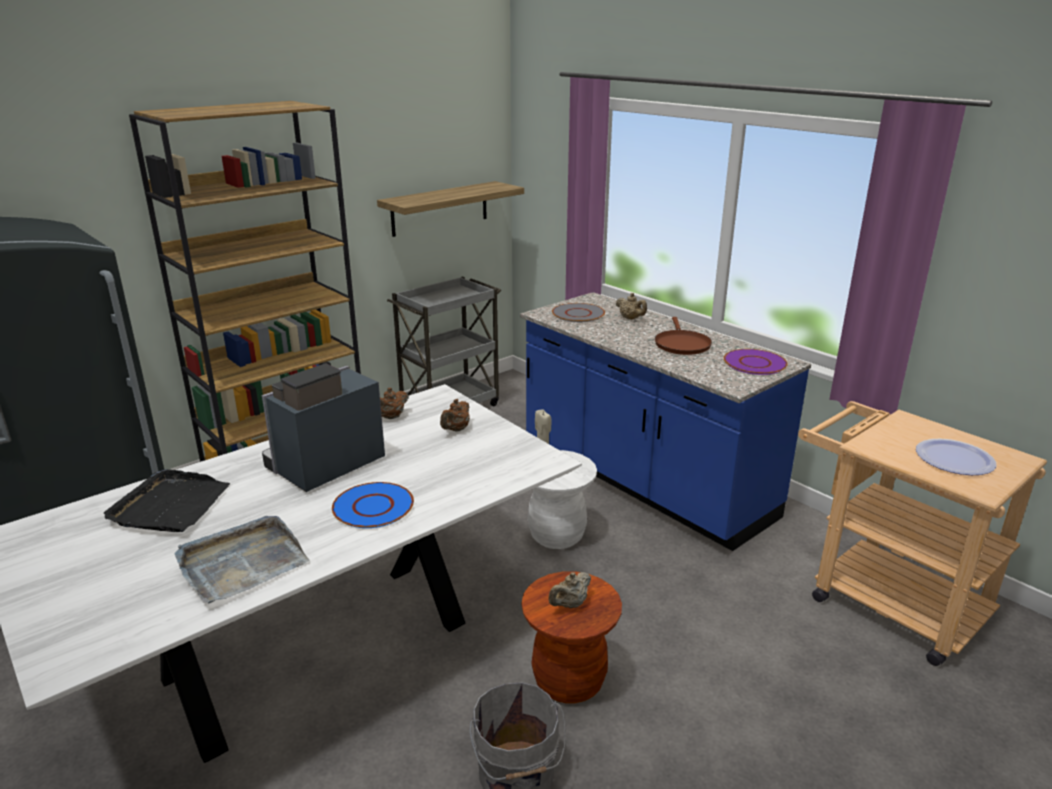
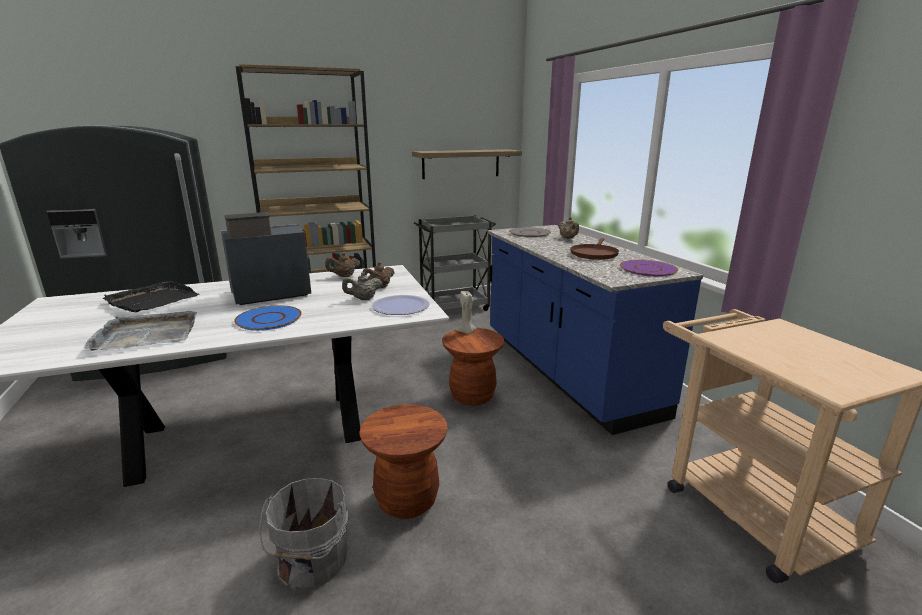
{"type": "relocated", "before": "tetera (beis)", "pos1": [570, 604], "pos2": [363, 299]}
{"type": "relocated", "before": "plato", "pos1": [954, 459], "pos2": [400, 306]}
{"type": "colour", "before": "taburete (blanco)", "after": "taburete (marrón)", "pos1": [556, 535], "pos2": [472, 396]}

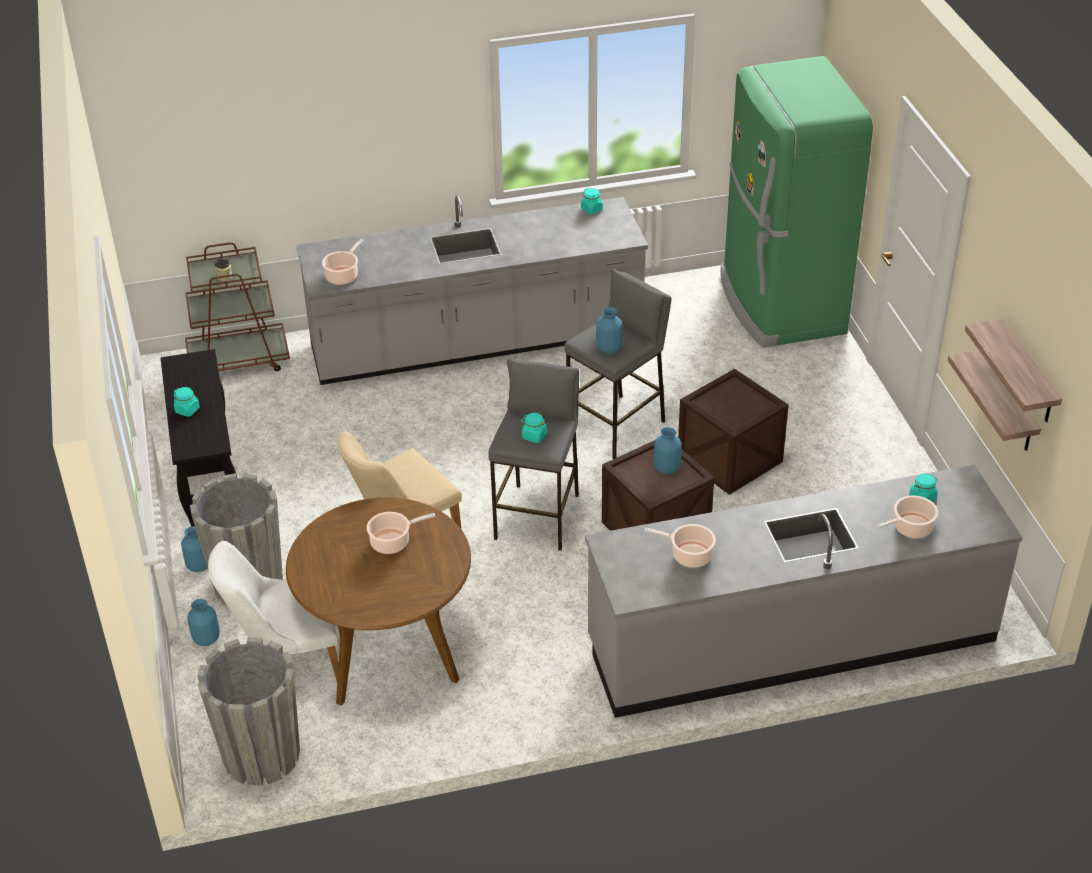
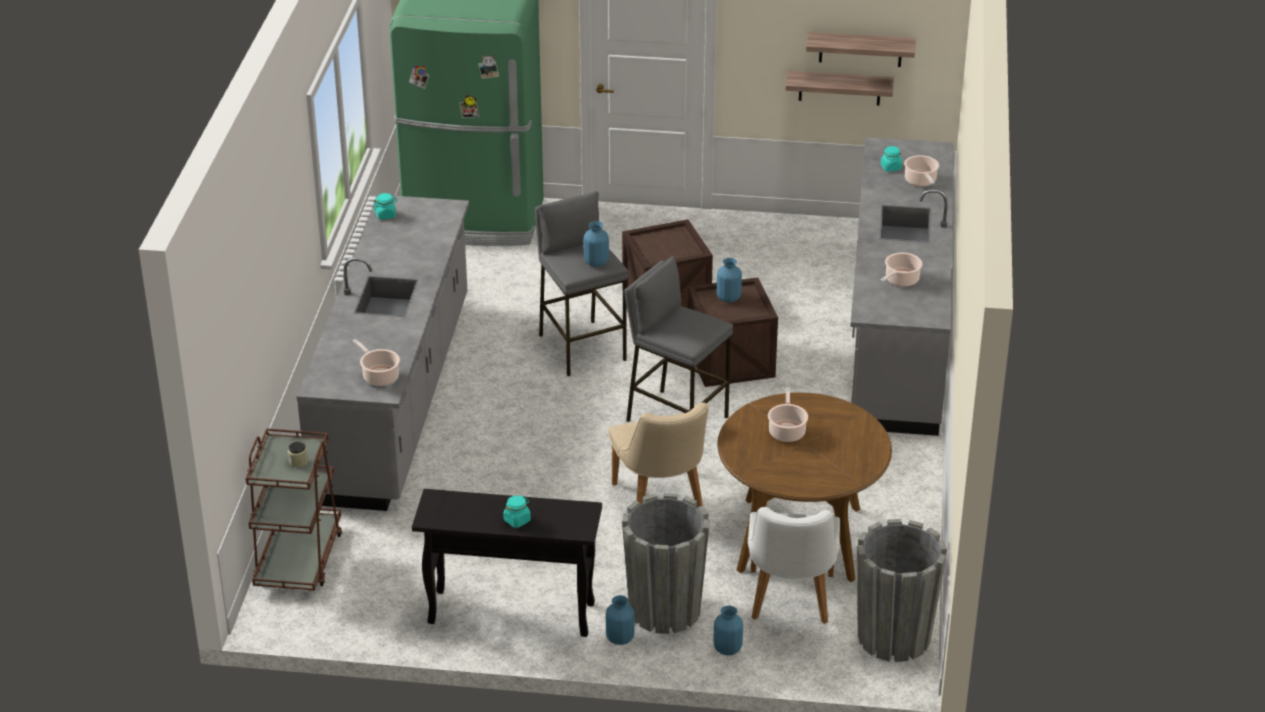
{"type": "missing", "before": "tarro (turquesa)", "pos1": [534, 436]}

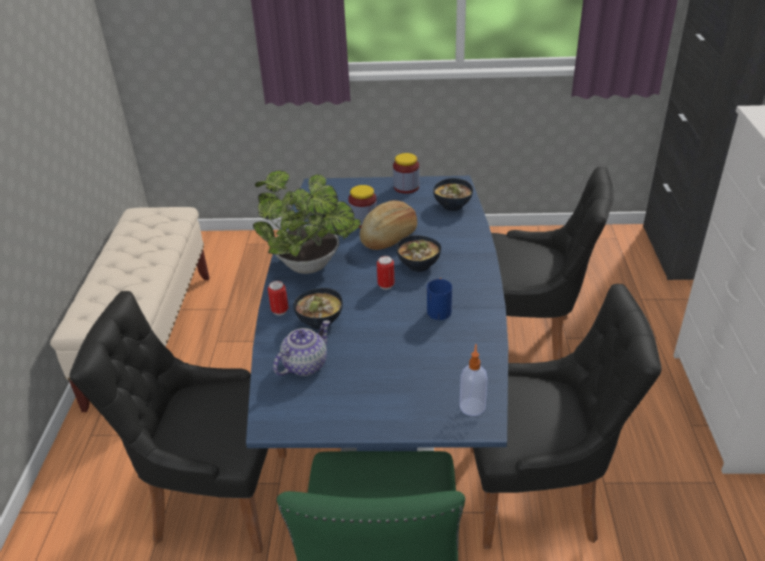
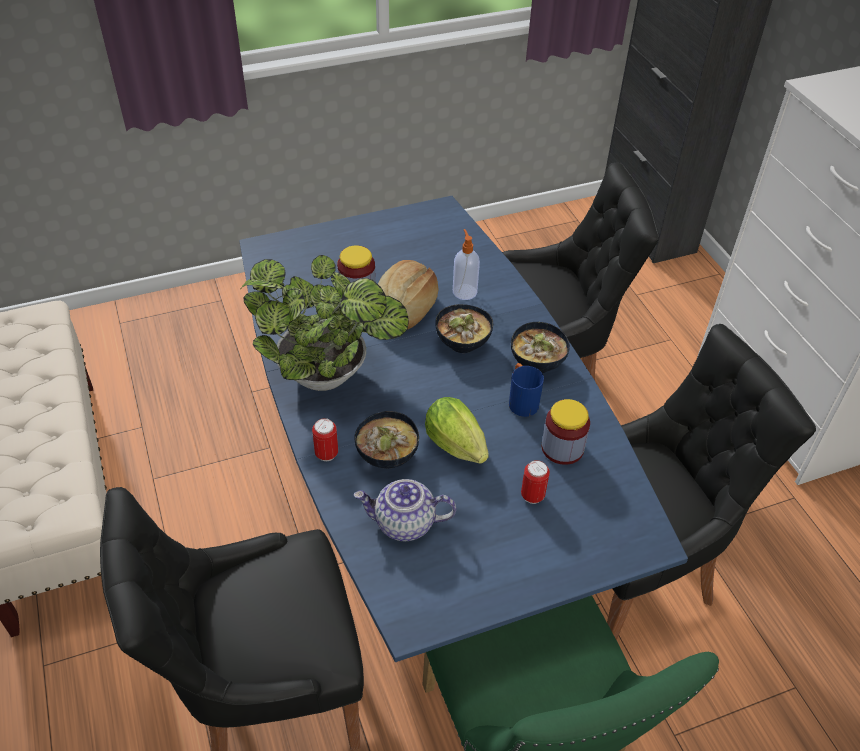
{"type": "spun", "before": "tetera", "pos1": [305, 364], "pos2": [404, 524], "turn": -105}
{"type": "appeared", "after": "lechuga", "pos2": [458, 448]}
{"type": "relocated", "before": "dispensador de jabón", "pos1": [472, 406], "pos2": [464, 291]}
{"type": "relocated", "before": "cuenco", "pos1": [453, 205], "pos2": [538, 362]}
{"type": "relocated", "before": "lata", "pos1": [386, 285], "pos2": [532, 496]}
{"type": "relocated", "before": "tarro", "pos1": [406, 187], "pos2": [562, 448]}

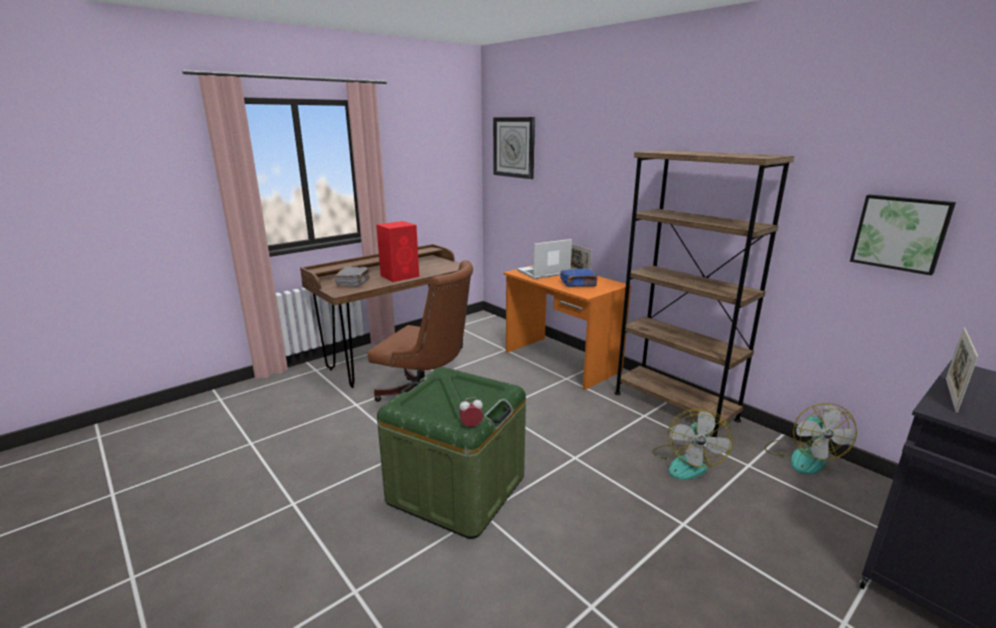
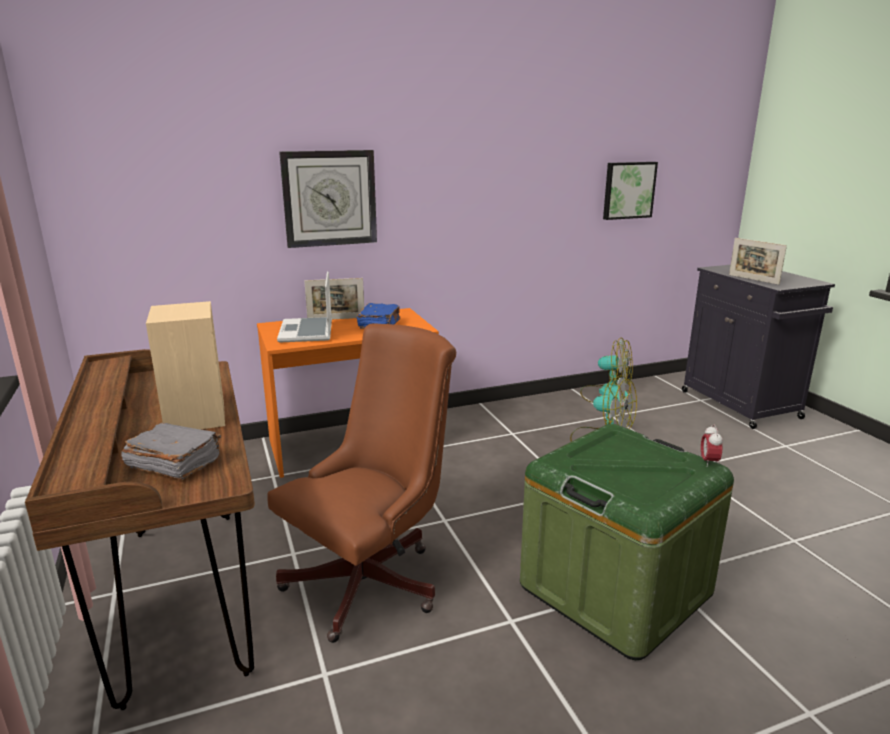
{"type": "colour", "before": "altavoz (rojo)", "after": "altavoz (beis)", "pos1": [400, 276], "pos2": [195, 416]}
{"type": "relocated", "before": "reloj de pared", "pos1": [514, 147], "pos2": [329, 198]}
{"type": "missing", "before": "estantería (marrón)", "pos1": [674, 406]}

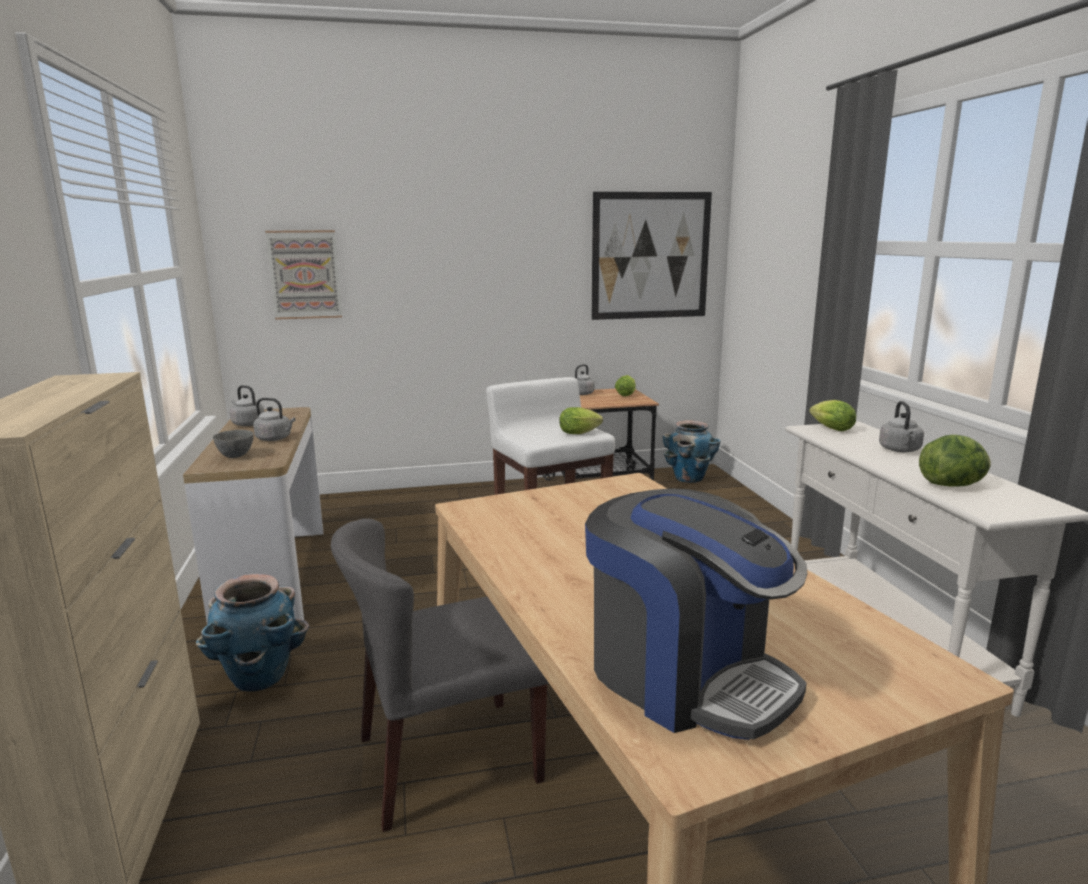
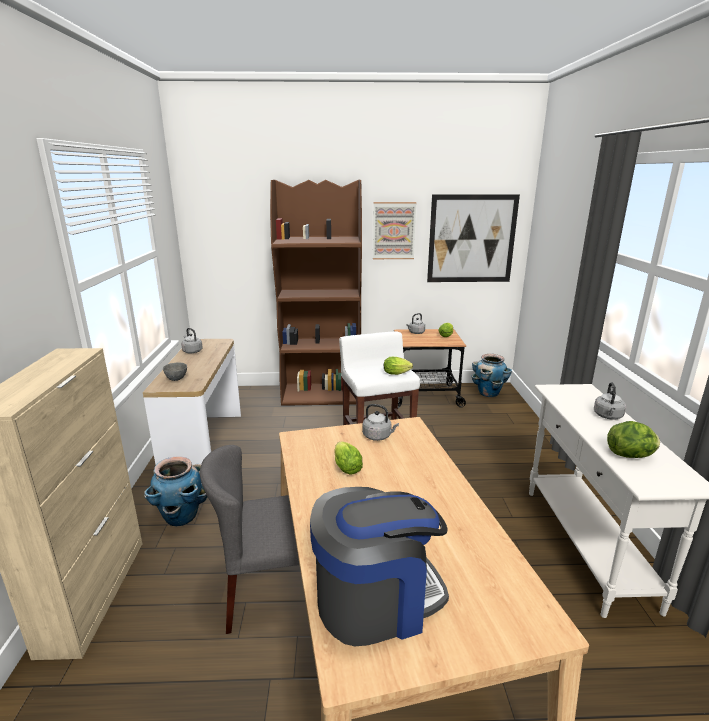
{"type": "appeared", "after": "estantería (marrón)", "pos2": [322, 394]}
{"type": "spun", "before": "cafetera", "pos1": [686, 676], "pos2": [376, 599], "turn": -75}
{"type": "relocated", "before": "lechuga", "pos1": [829, 428], "pos2": [346, 467]}
{"type": "relocated", "before": "hervidor (gris)", "pos1": [275, 439], "pos2": [378, 436]}
{"type": "relocated", "before": "cuadro", "pos1": [305, 275], "pos2": [393, 231]}

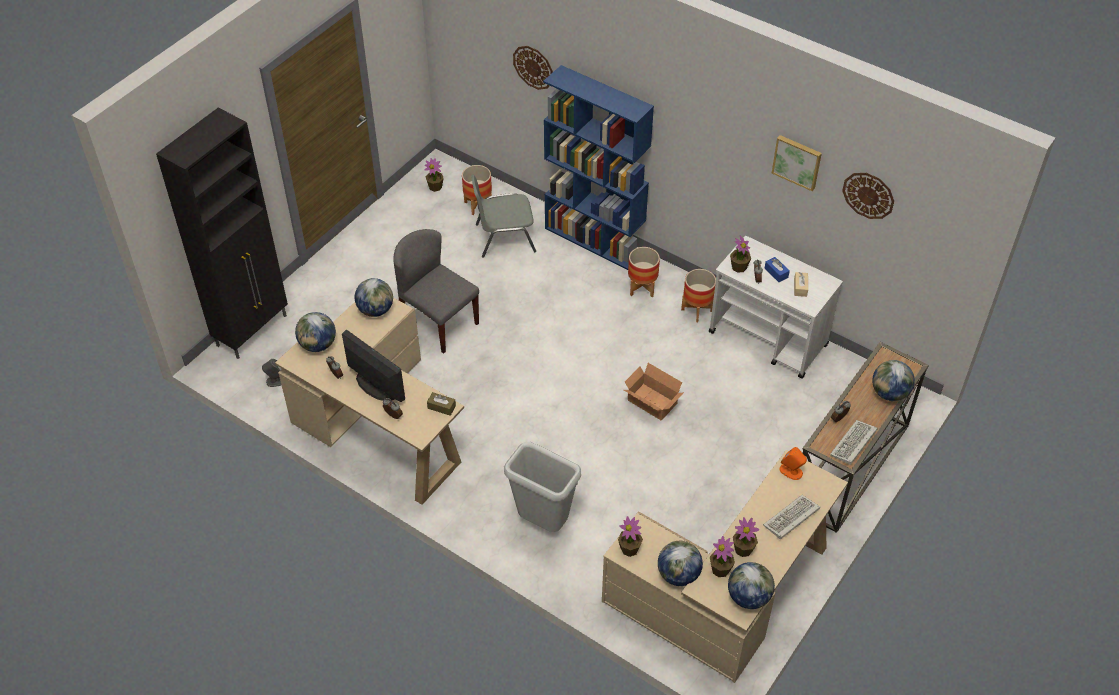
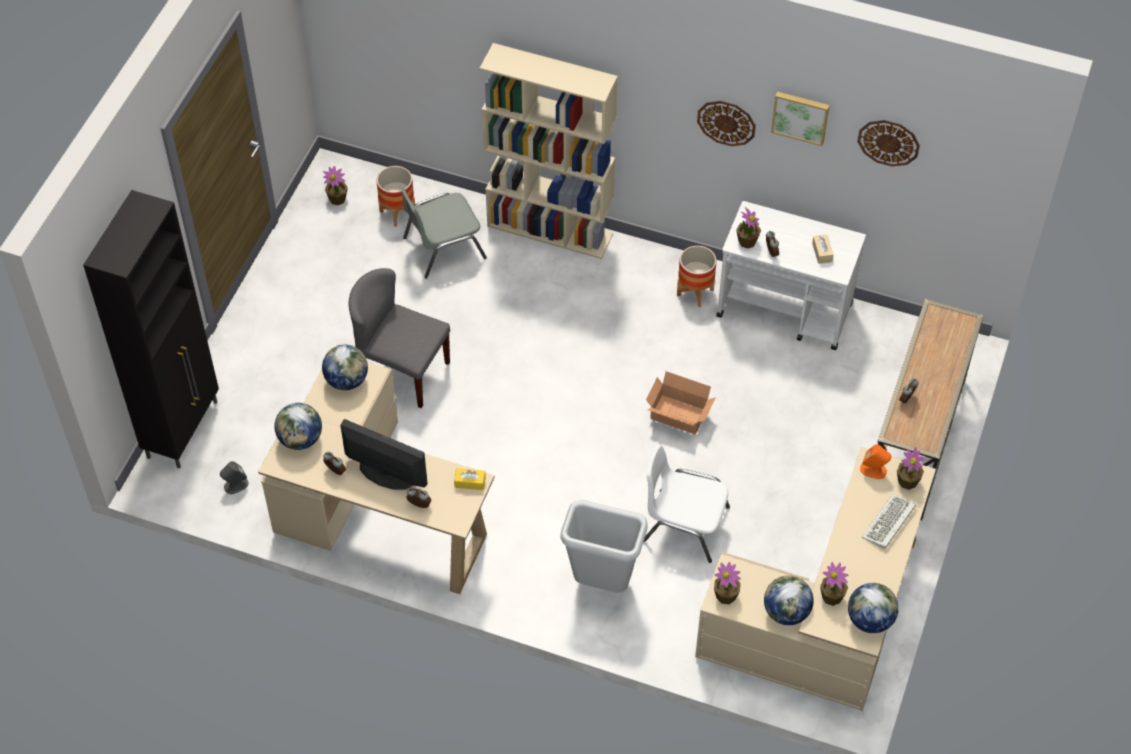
{"type": "colour", "before": "caja de pañuelos (marrón)", "after": "caja de pañuelos (amarillo)", "pos1": [441, 407], "pos2": [470, 482]}
{"type": "colour", "before": "estantería (azul)", "after": "estantería (beis)", "pos1": [594, 240], "pos2": [550, 230]}
{"type": "appeared", "after": "silla (blanco)", "pos2": [684, 524]}
{"type": "relocated", "before": "reloj de pared", "pos1": [533, 67], "pos2": [726, 122]}
{"type": "relocated", "before": "planta en maceta", "pos1": [743, 549], "pos2": [907, 481]}
{"type": "missing", "before": "maceta", "pos1": [642, 288]}
{"type": "missing", "before": "caja de pañuelos (azul)", "pos1": [776, 273]}
{"type": "missing", "before": "teclado", "pos1": [853, 444]}
{"type": "missing", "before": "globo terráqueo", "pos1": [889, 393]}

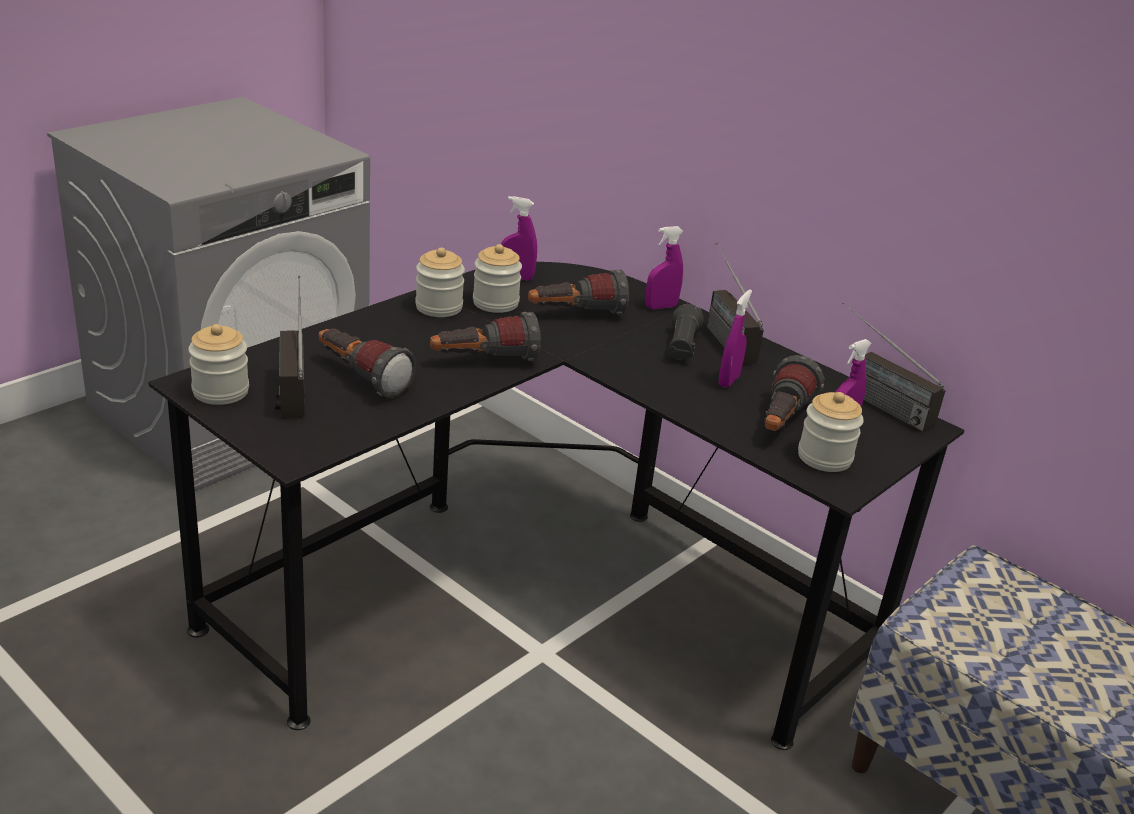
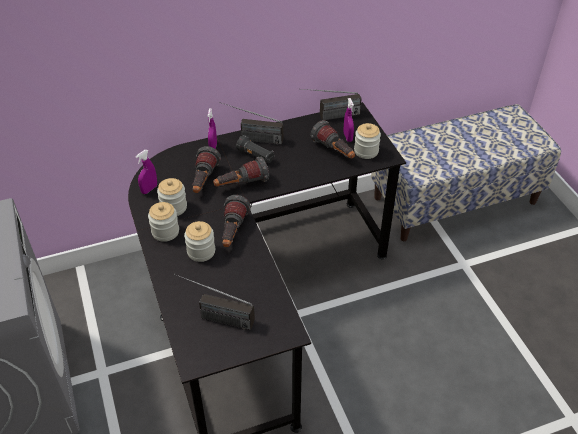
{"type": "relocated", "before": "tarro", "pos1": [220, 391], "pos2": [201, 251]}
{"type": "relocated", "before": "linterna", "pos1": [361, 378], "pos2": [241, 185]}
{"type": "missing", "before": "pulverizador (morado)", "pos1": [729, 380]}

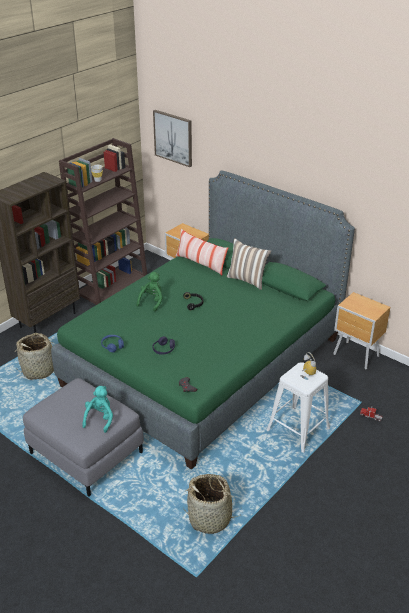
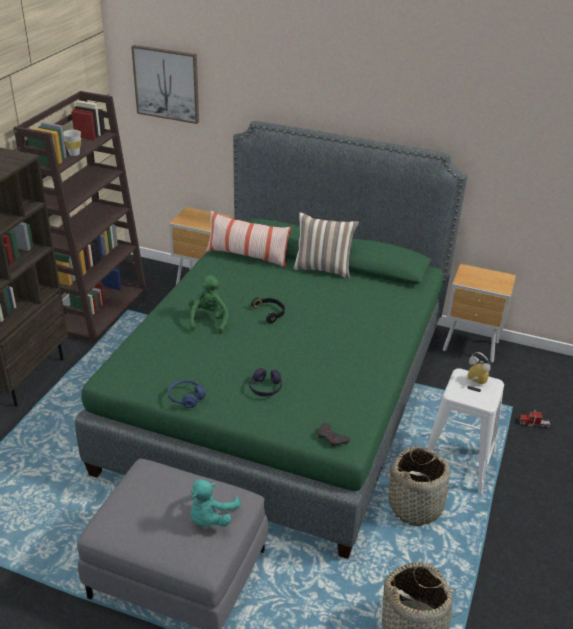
{"type": "spun", "before": "peluche (turquesa)", "pos1": [100, 419], "pos2": [211, 518], "turn": -150}
{"type": "relocated", "before": "cesta", "pos1": [39, 370], "pos2": [415, 505]}

